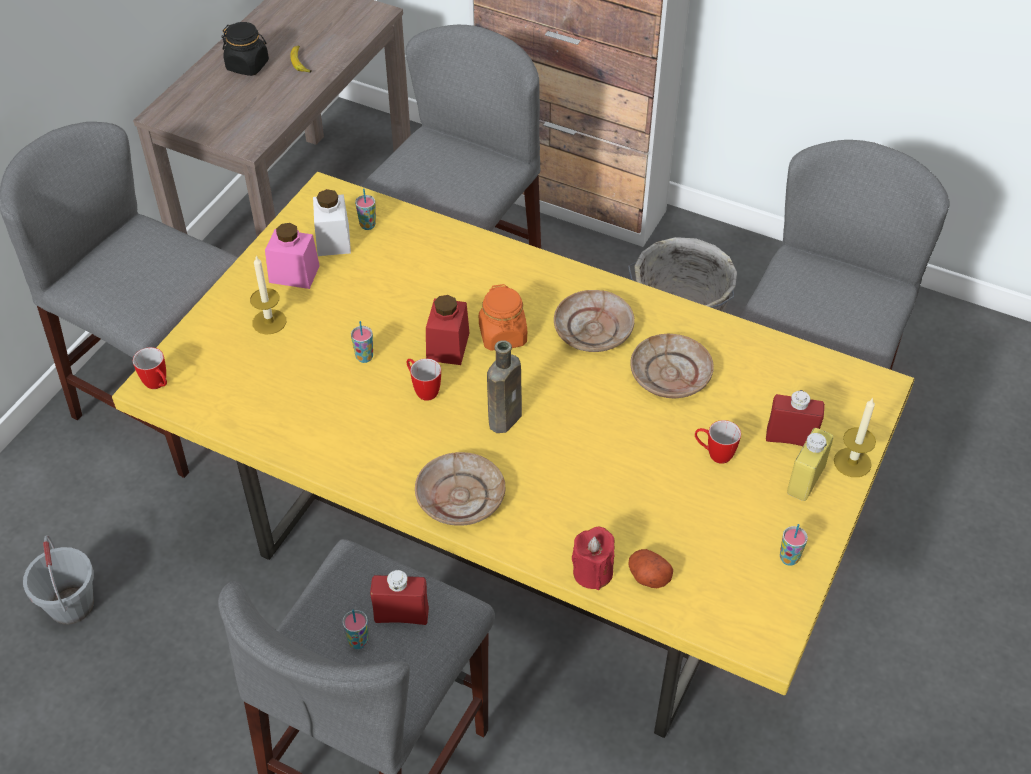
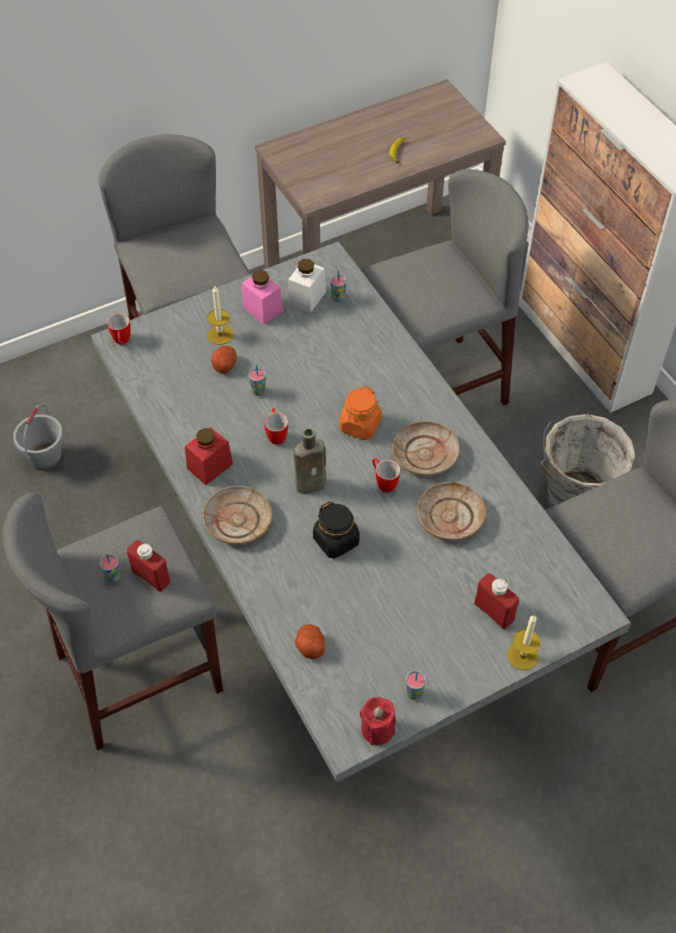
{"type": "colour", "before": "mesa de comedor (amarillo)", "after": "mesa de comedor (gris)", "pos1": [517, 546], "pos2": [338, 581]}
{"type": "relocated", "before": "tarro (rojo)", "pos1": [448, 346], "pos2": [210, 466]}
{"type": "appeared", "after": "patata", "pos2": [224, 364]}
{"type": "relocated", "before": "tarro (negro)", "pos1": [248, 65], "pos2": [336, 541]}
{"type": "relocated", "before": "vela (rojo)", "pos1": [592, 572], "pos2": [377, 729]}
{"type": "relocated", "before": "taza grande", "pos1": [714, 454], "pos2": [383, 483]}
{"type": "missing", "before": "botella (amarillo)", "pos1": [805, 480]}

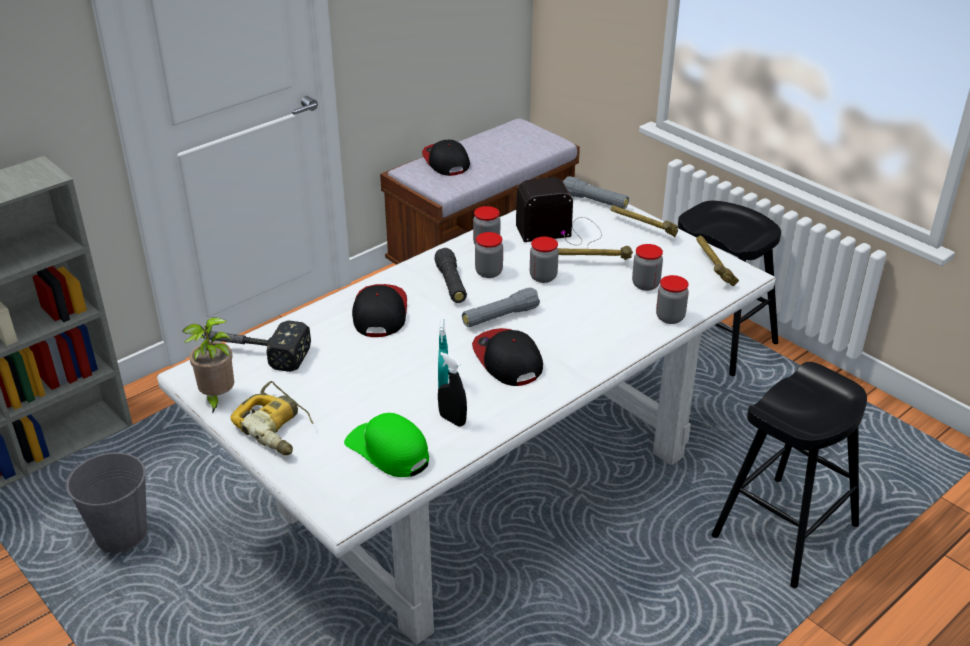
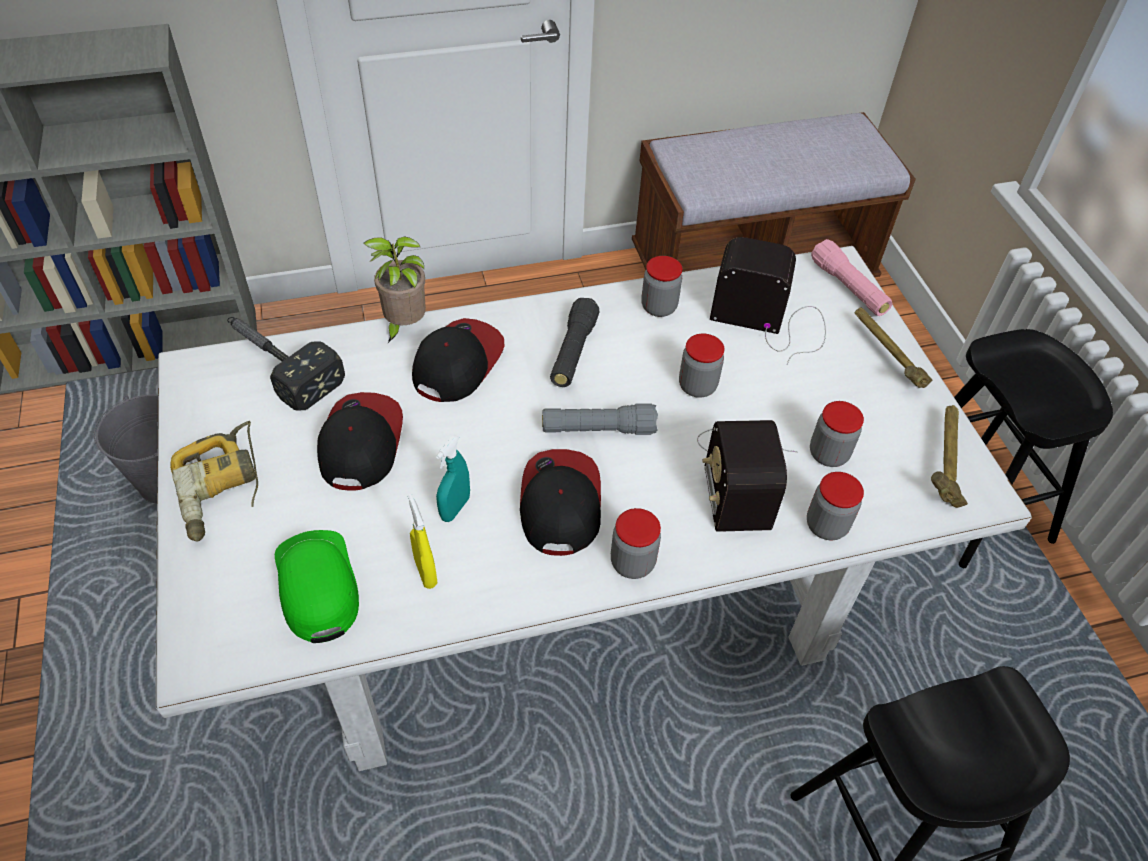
{"type": "relocated", "before": "gorra", "pos1": [445, 161], "pos2": [360, 443]}
{"type": "relocated", "before": "planta en maceta", "pos1": [217, 398], "pos2": [403, 326]}
{"type": "colour", "before": "pulverizador (negro)", "after": "pulverizador (amarillo)", "pos1": [452, 420], "pos2": [425, 572]}
{"type": "relocated", "before": "tarro", "pos1": [489, 272], "pos2": [632, 563]}
{"type": "appeared", "after": "radio", "pos2": [739, 473]}
{"type": "colour", "before": "linterna (gris)", "after": "linterna (rosa)", "pos1": [594, 201], "pos2": [848, 288]}
{"type": "missing", "before": "martillo", "pos1": [591, 262]}

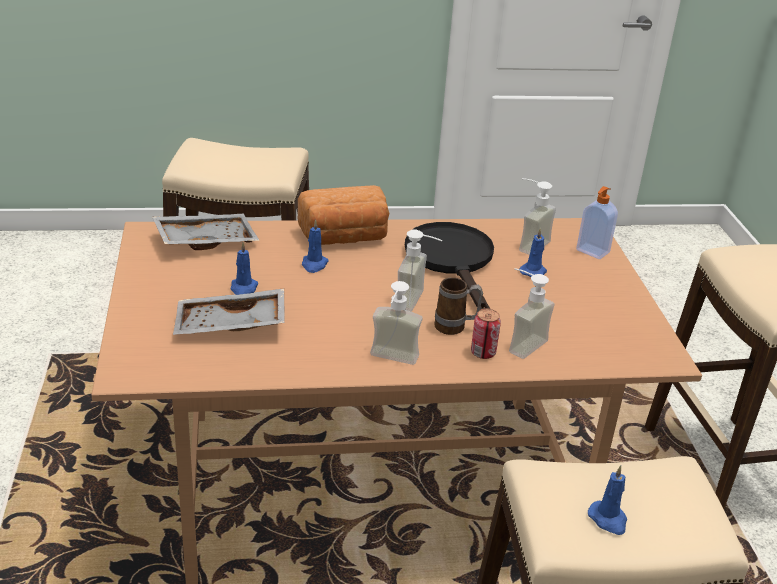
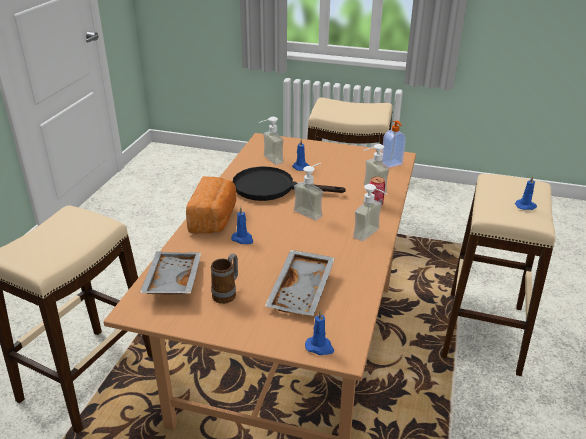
{"type": "relocated", "before": "taza grande", "pos1": [456, 328], "pos2": [227, 293]}
{"type": "relocated", "before": "vela (azul)", "pos1": [243, 289], "pos2": [320, 347]}
{"type": "relocated", "before": "dispensador de jabón", "pos1": [592, 252], "pos2": [392, 164]}

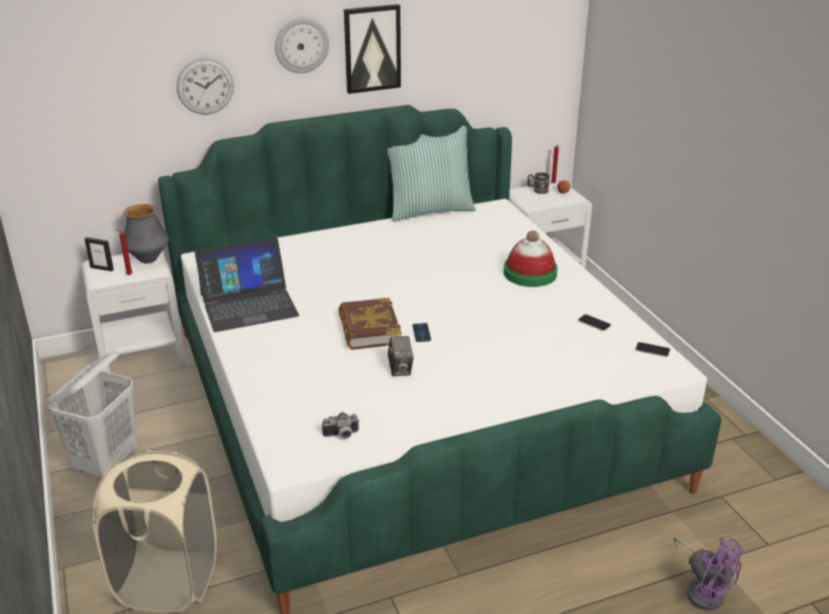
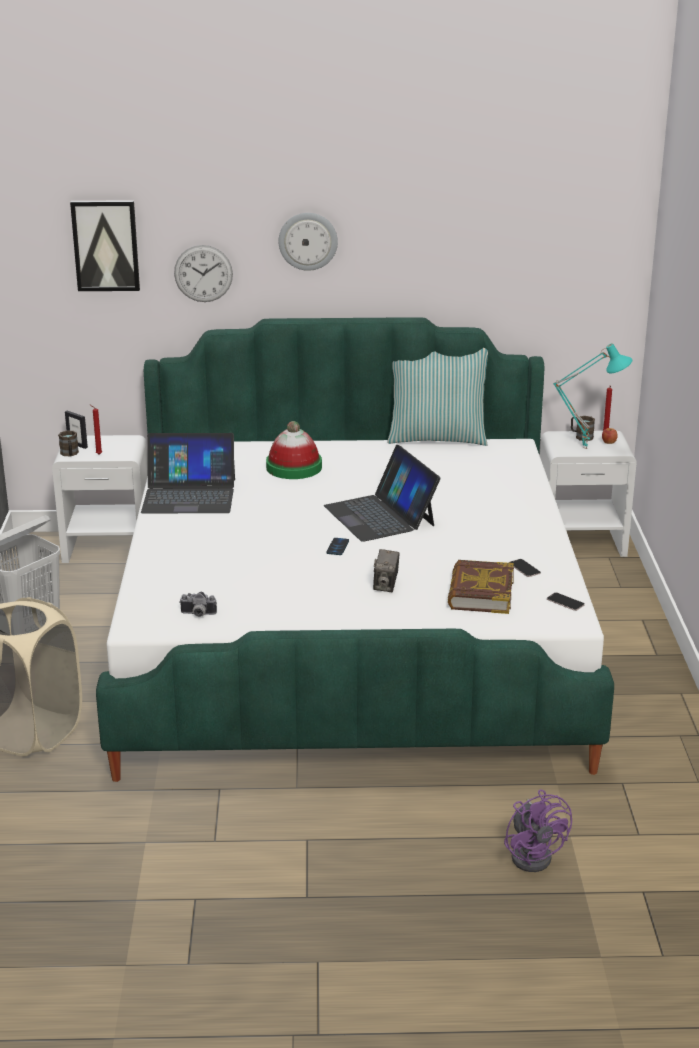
{"type": "appeared", "after": "taza grande (marrón)", "pos2": [70, 454]}
{"type": "relocated", "before": "cuadro", "pos1": [372, 48], "pos2": [106, 245]}
{"type": "relocated", "before": "sombrero", "pos1": [530, 273], "pos2": [294, 467]}
{"type": "appeared", "after": "portátil", "pos2": [380, 515]}
{"type": "relocated", "before": "cámara", "pos1": [400, 369], "pos2": [386, 585]}
{"type": "relocated", "before": "libro", "pos1": [369, 329], "pos2": [480, 593]}
{"type": "appeared", "after": "lámpara de mesa (turquesa)", "pos2": [586, 447]}
{"type": "missing", "before": "florero", "pos1": [148, 259]}

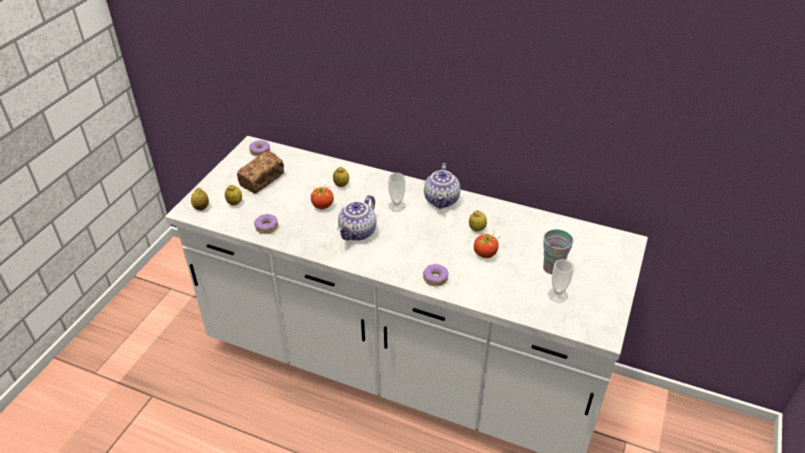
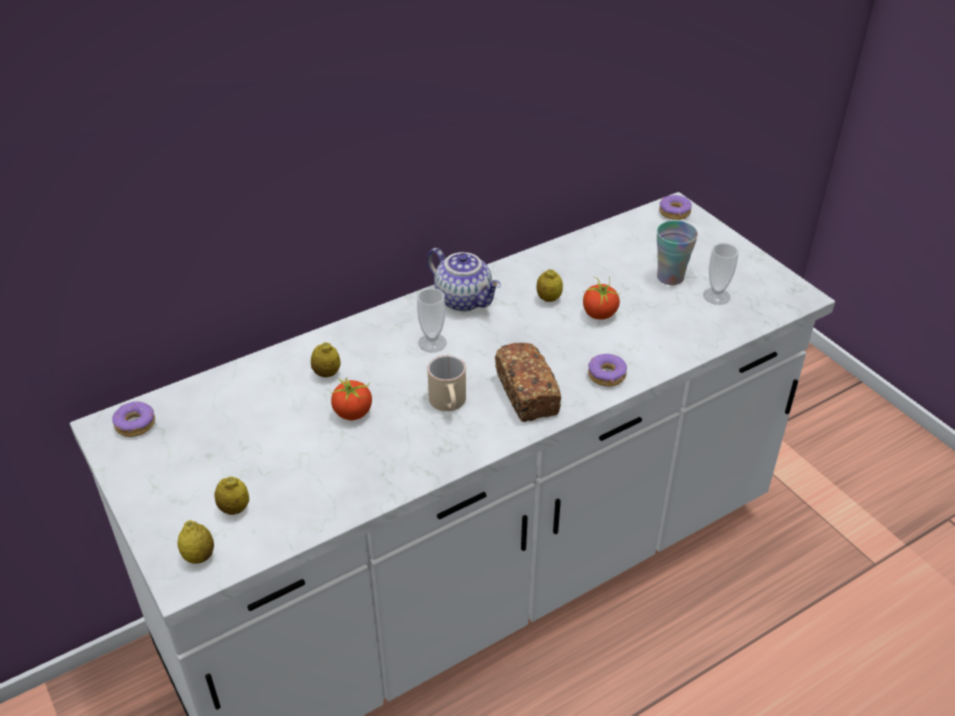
{"type": "exchanged", "before": "tetera", "after": "taza grande (beis)", "pos1": [358, 233], "pos2": [450, 403]}
{"type": "relocated", "before": "pan", "pos1": [262, 180], "pos2": [527, 394]}
{"type": "relocated", "before": "rosquilla", "pos1": [266, 227], "pos2": [674, 213]}

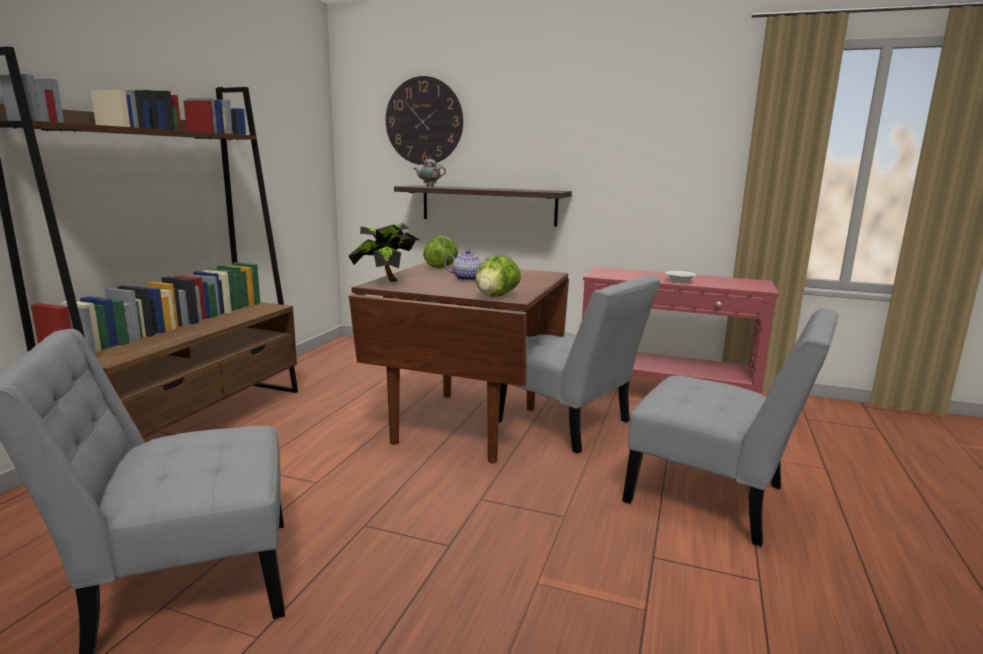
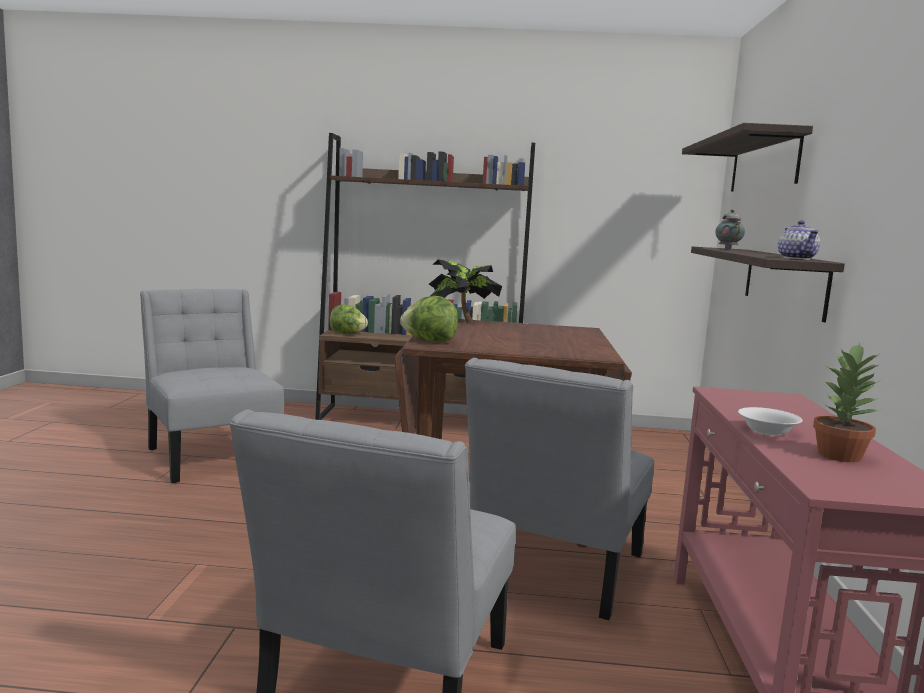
{"type": "relocated", "before": "lechuga", "pos1": [441, 268], "pos2": [347, 334]}
{"type": "exchanged", "before": "reloj de pared", "after": "estante", "pos1": [424, 121], "pos2": [763, 164]}
{"type": "relocated", "before": "tetera", "pos1": [468, 279], "pos2": [797, 258]}
{"type": "appeared", "after": "planta en maceta", "pos2": [840, 455]}

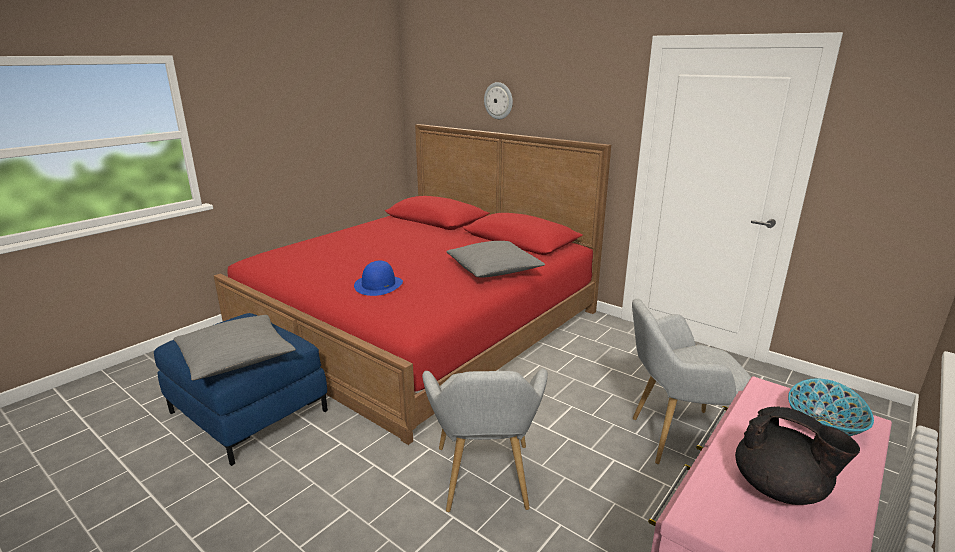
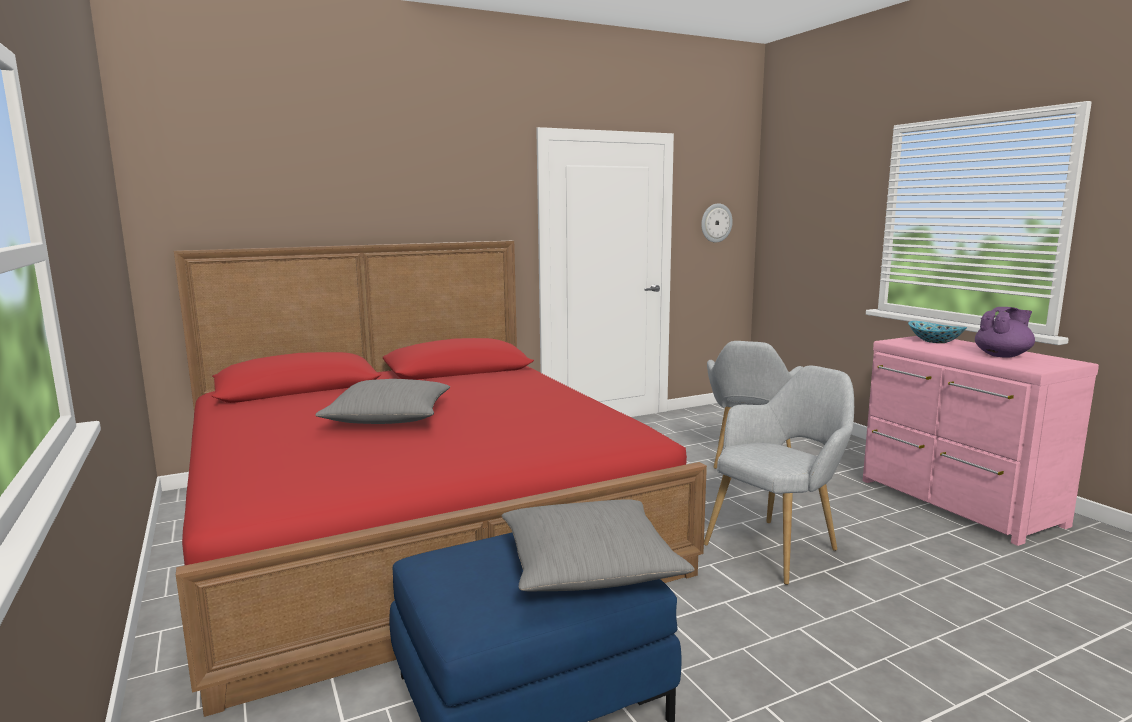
{"type": "relocated", "before": "cojín (gris)", "pos1": [494, 270], "pos2": [389, 418]}
{"type": "relocated", "before": "reloj de pared", "pos1": [498, 100], "pos2": [716, 223]}
{"type": "spun", "before": "sillón (gris)", "pos1": [484, 483], "pos2": [779, 546], "turn": -60}
{"type": "colour", "before": "tetera (negro)", "after": "tetera (morado)", "pos1": [780, 489], "pos2": [1002, 356]}
{"type": "missing", "before": "sombrero (azul)", "pos1": [378, 285]}

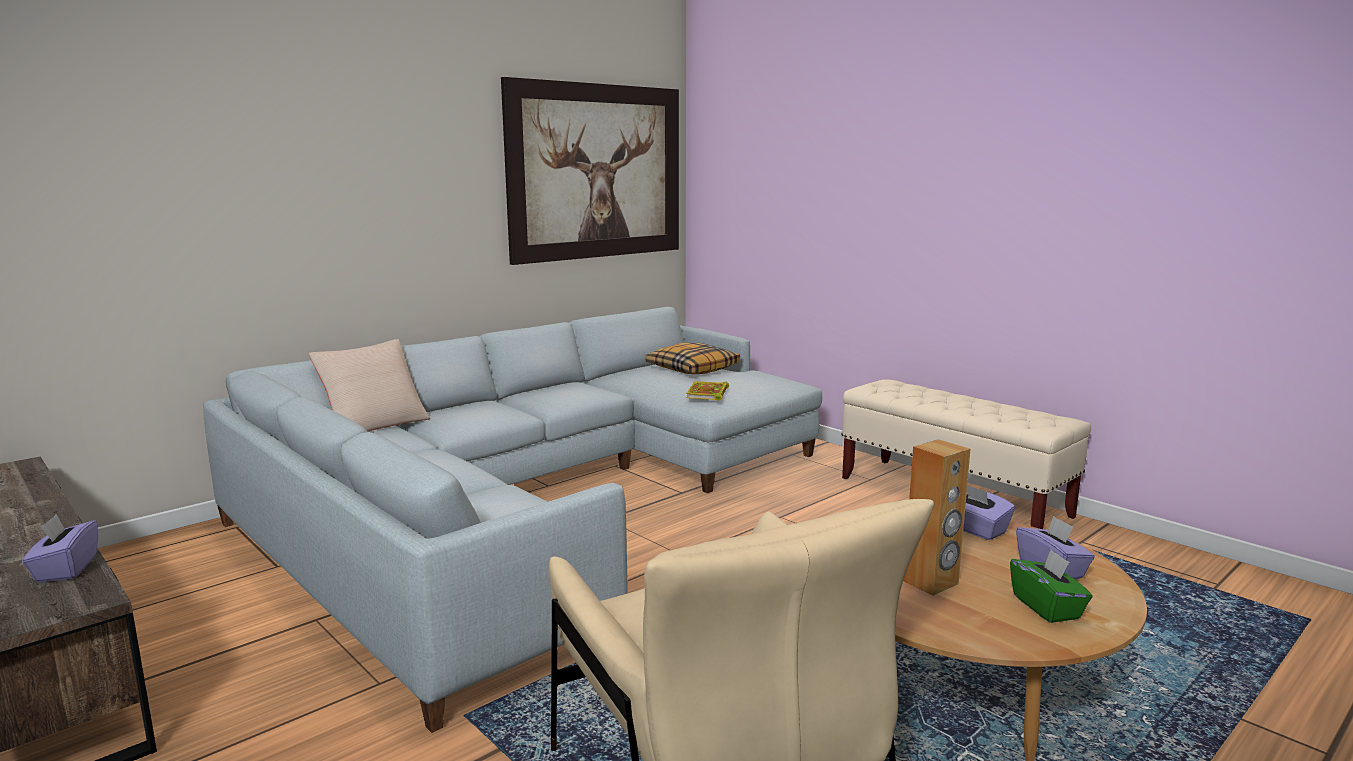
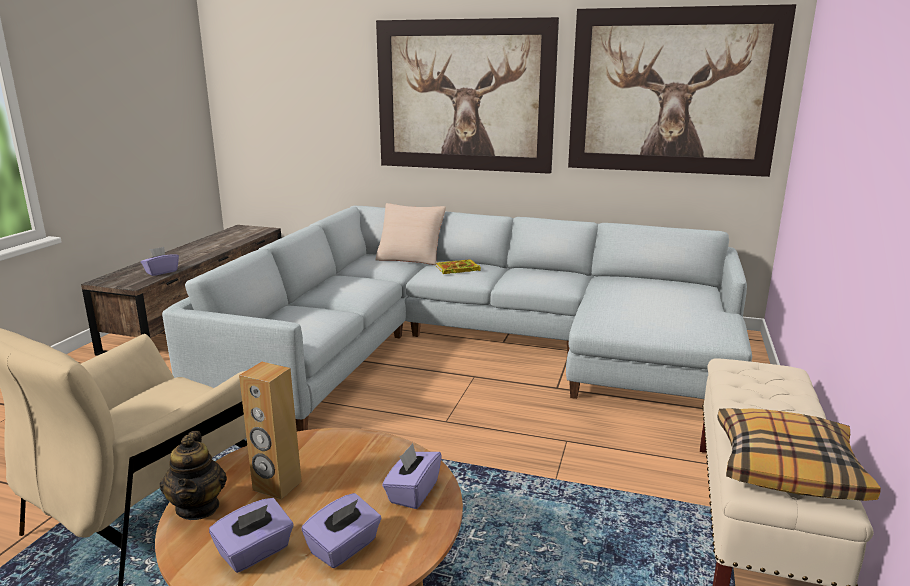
{"type": "appeared", "after": "tetera", "pos2": [198, 507]}
{"type": "colour", "before": "caja de pañuelos (verde)", "after": "caja de pañuelos (morado)", "pos1": [1047, 607], "pos2": [255, 552]}
{"type": "appeared", "after": "cuadro", "pos2": [464, 96]}
{"type": "relocated", "before": "libro", "pos1": [707, 394], "pos2": [456, 269]}
{"type": "relocated", "before": "cojín", "pos1": [692, 369], "pos2": [787, 467]}

